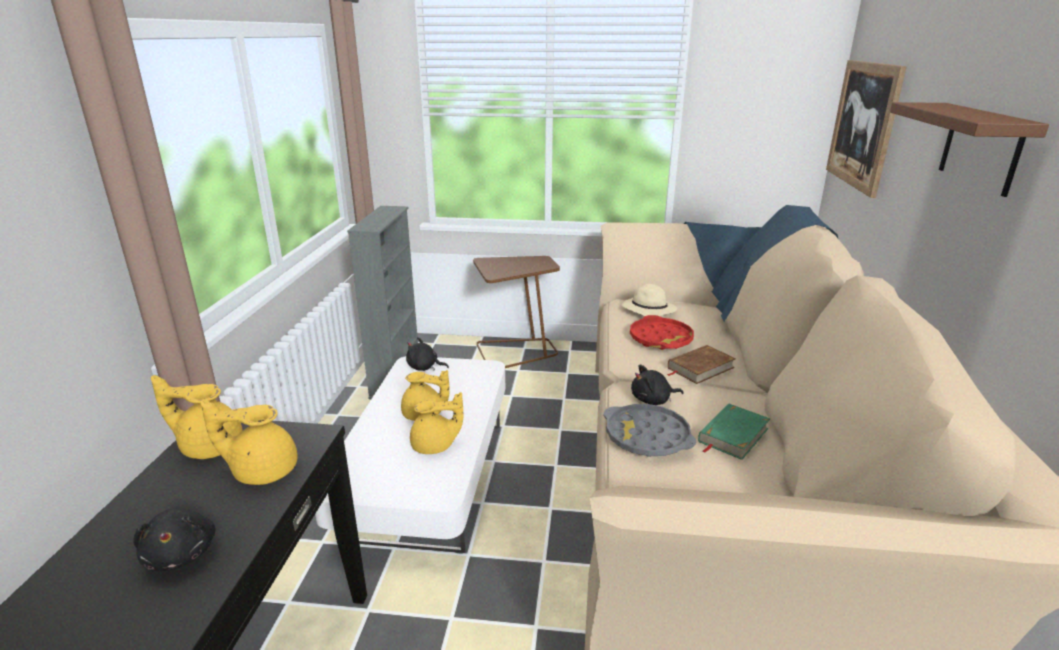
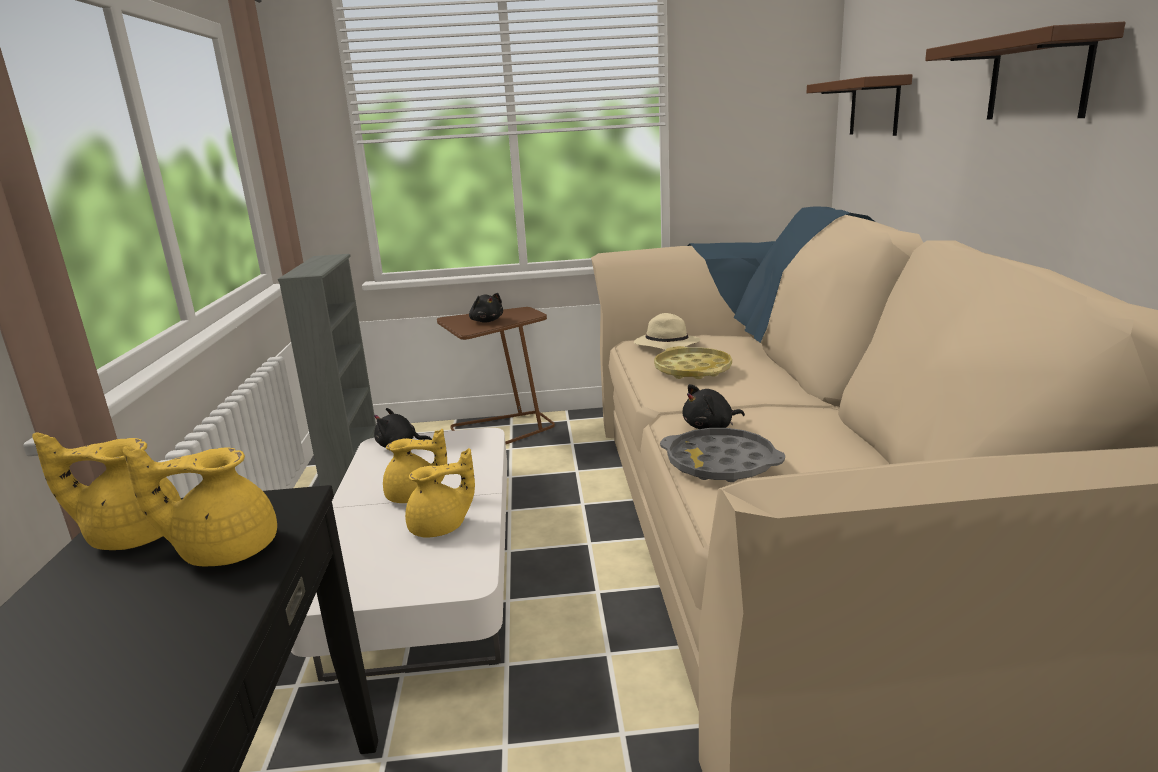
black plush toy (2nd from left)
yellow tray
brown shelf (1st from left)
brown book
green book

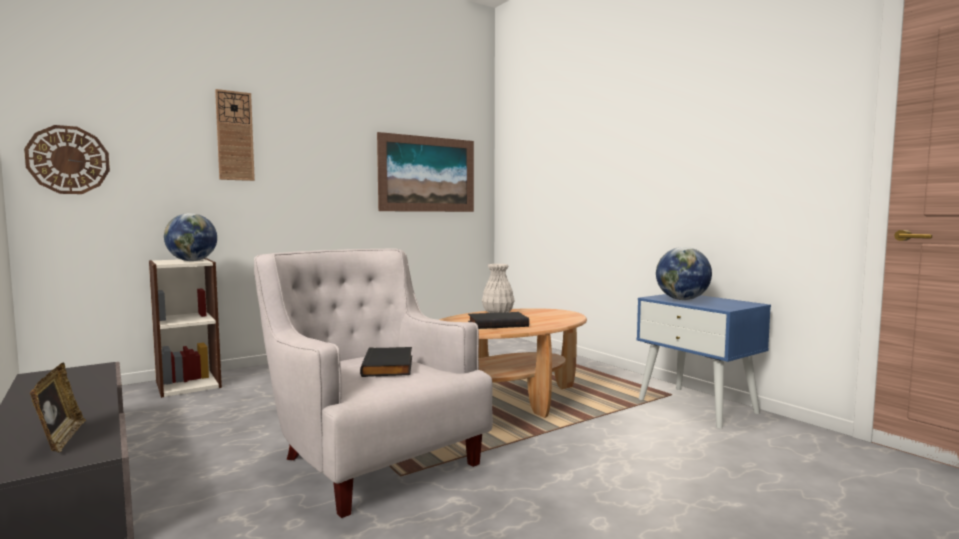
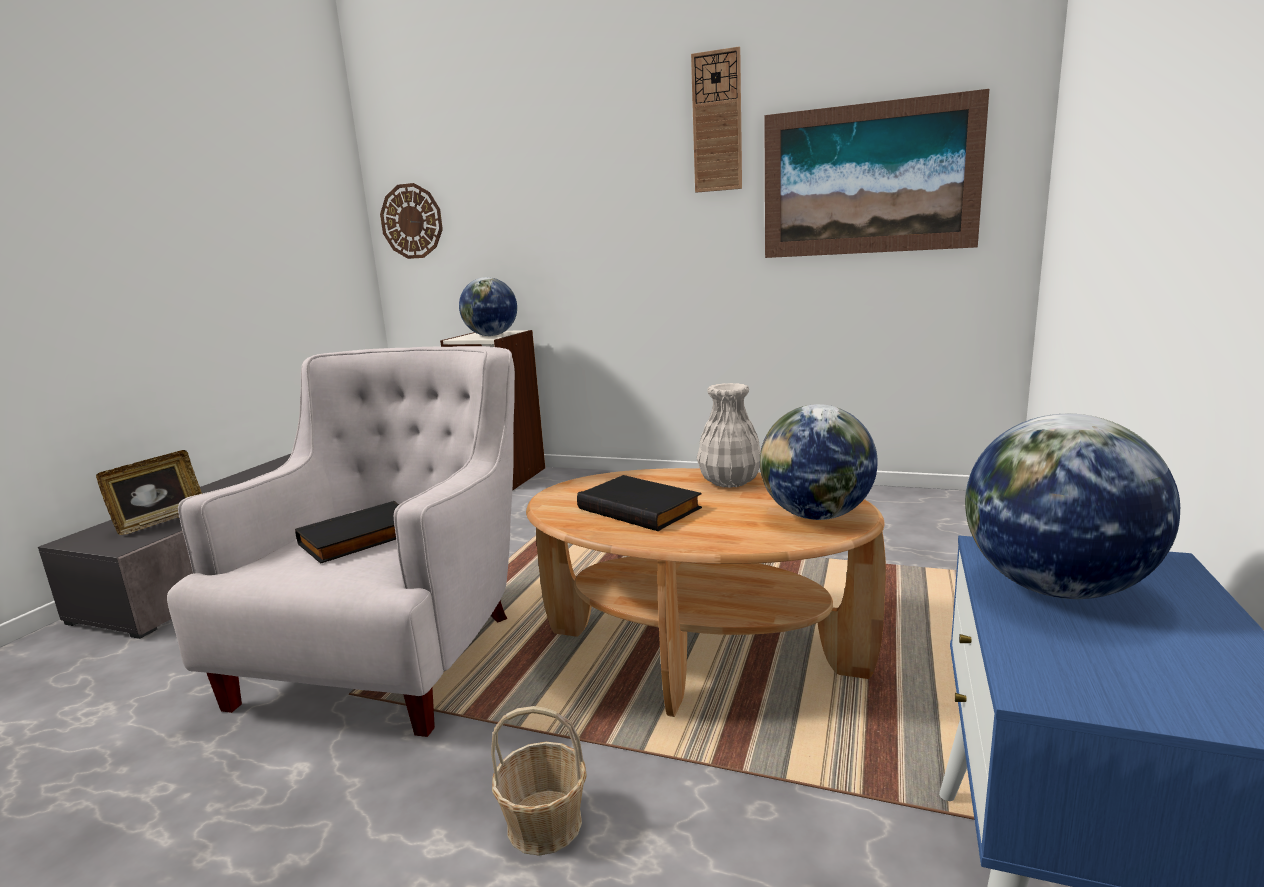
basket
wall clock (2nd from left)
globe (2nd from left)

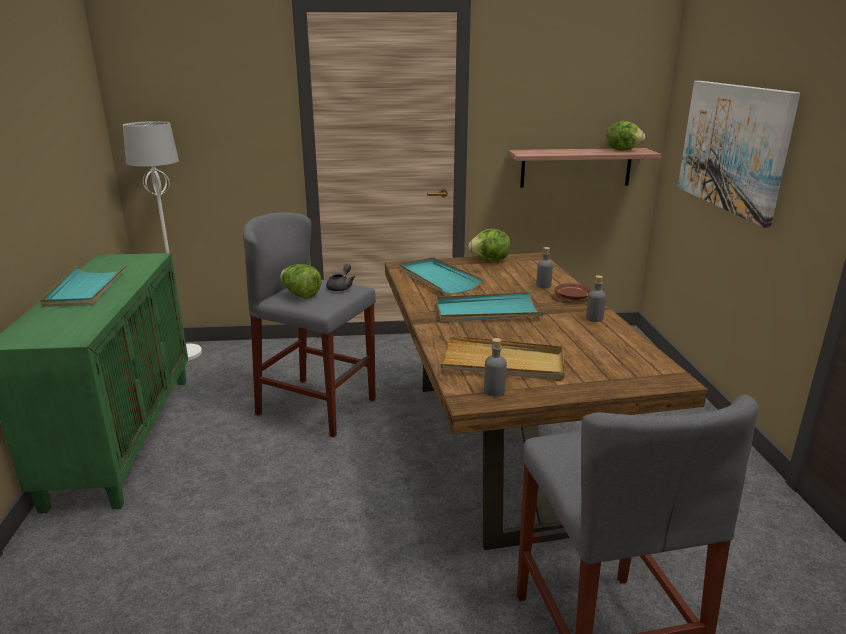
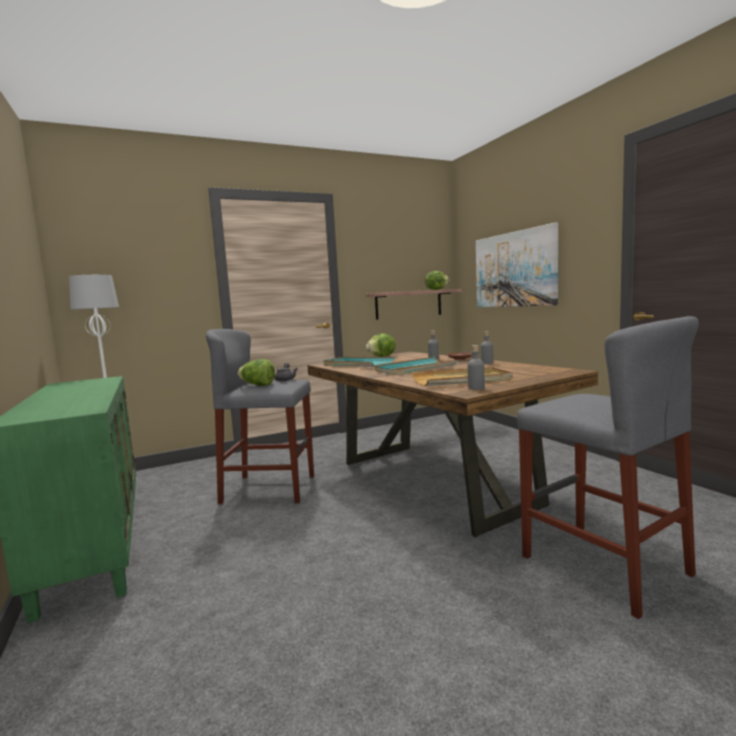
turquoise tray (1st from left in the first image)

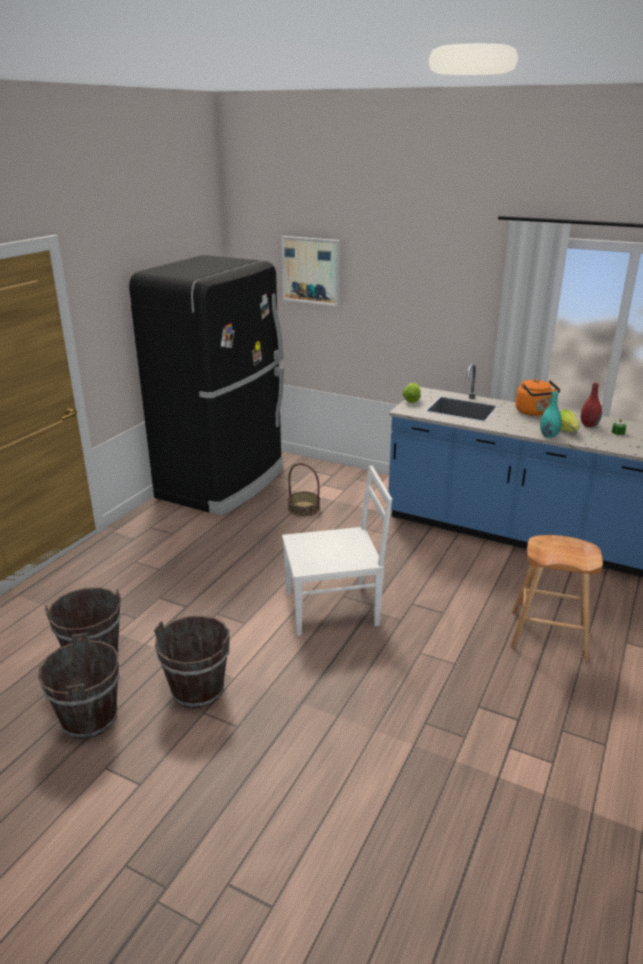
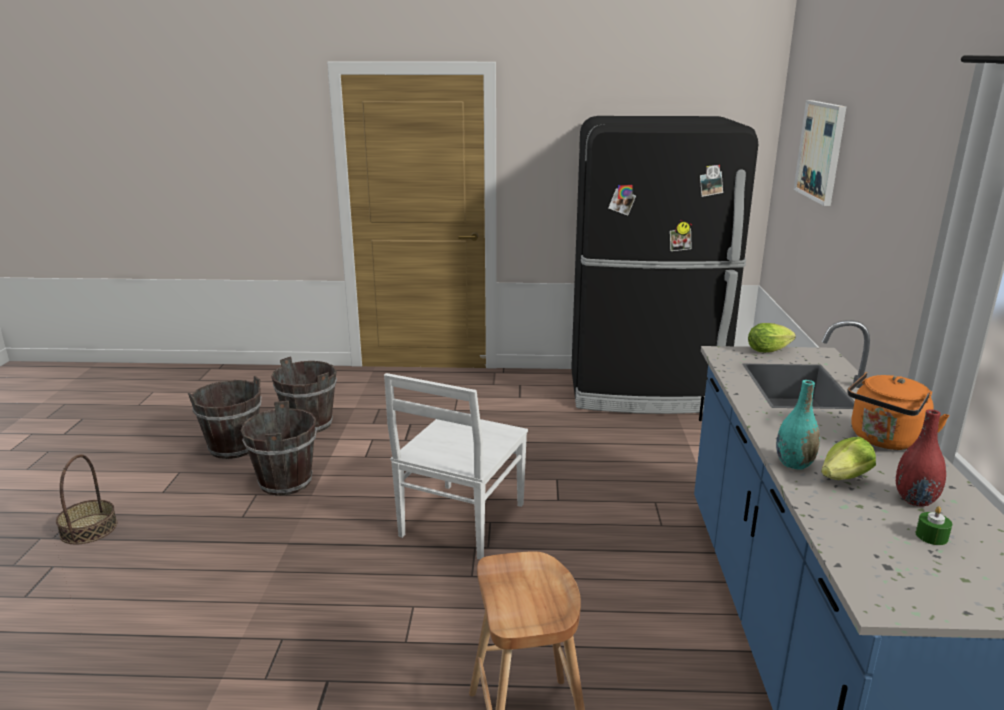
basket
white chair

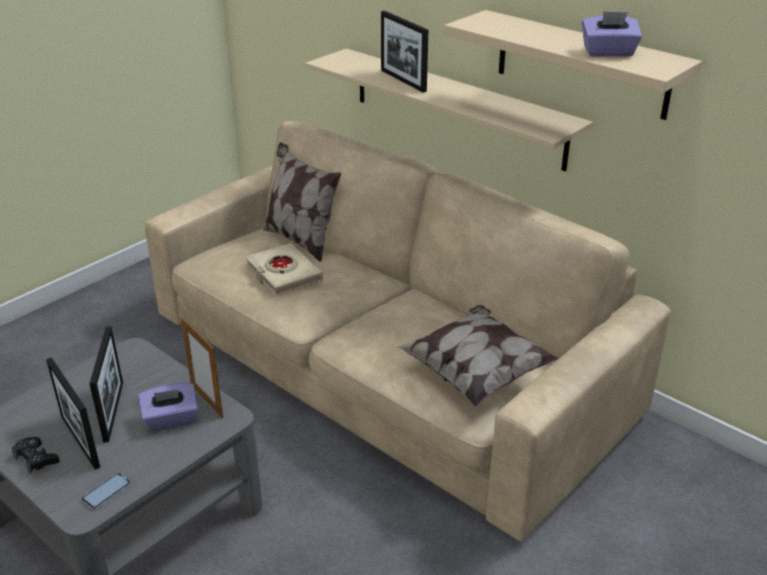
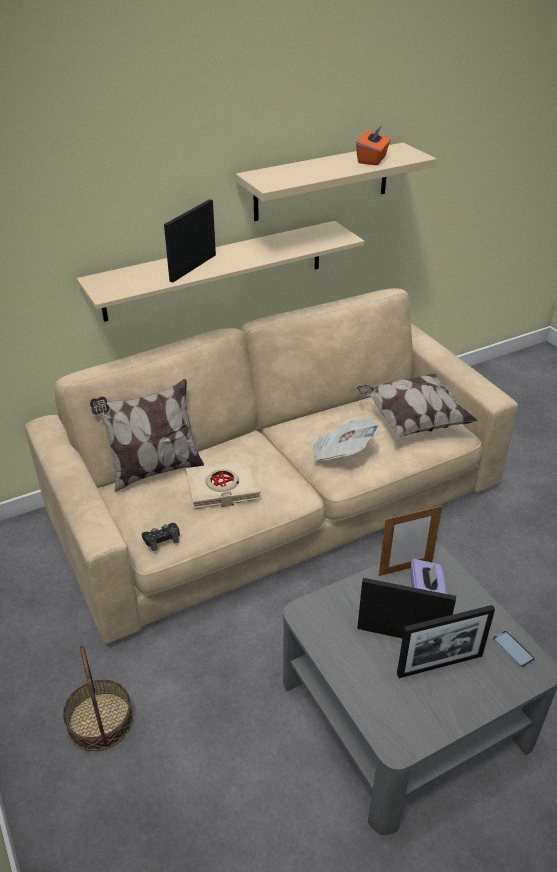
basket
black game controller
picture frame (1st from left)
newspaper
orange tissue box

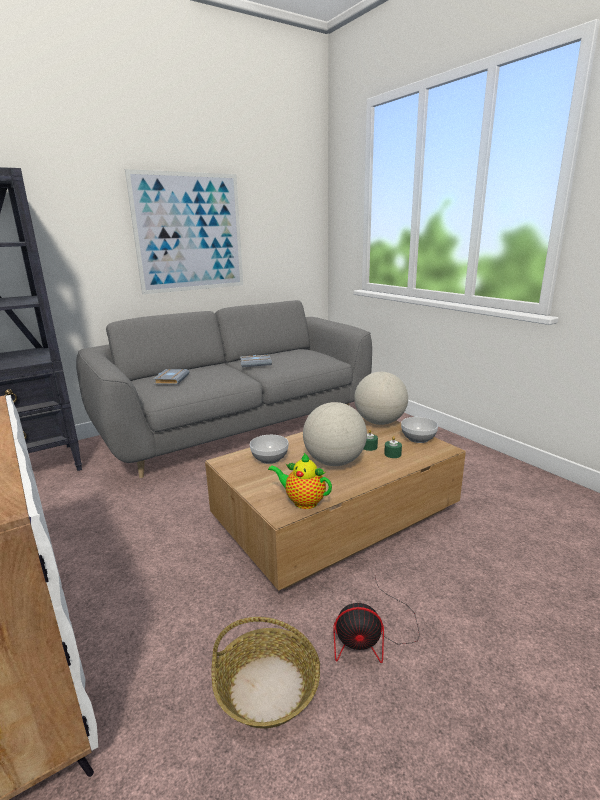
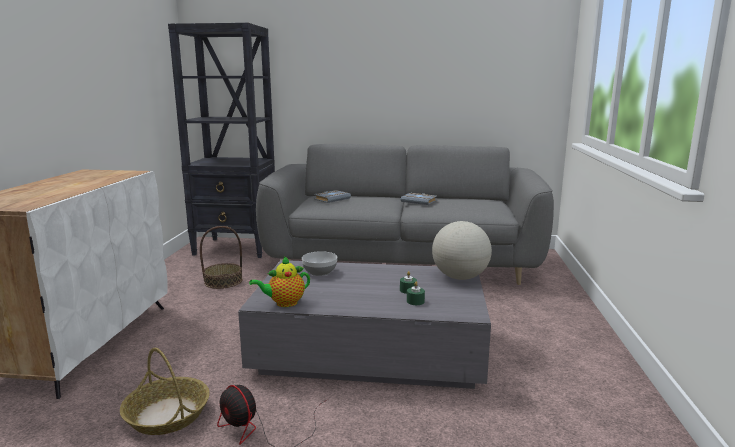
basket (2nd from left)
grey coffee table
teapot
picture
globe (1st from left in the first image)
bowl (2nd from left in the first image)

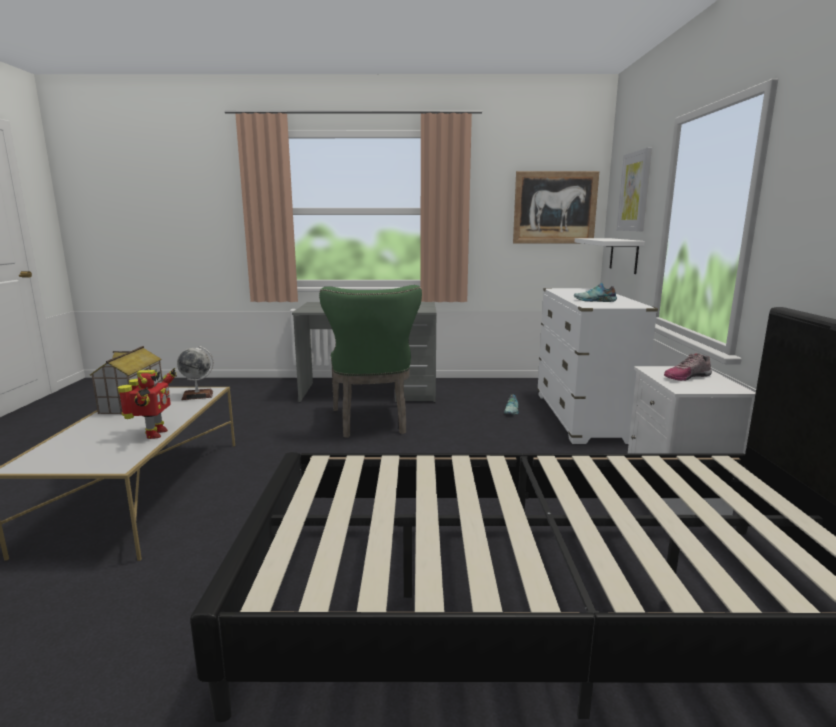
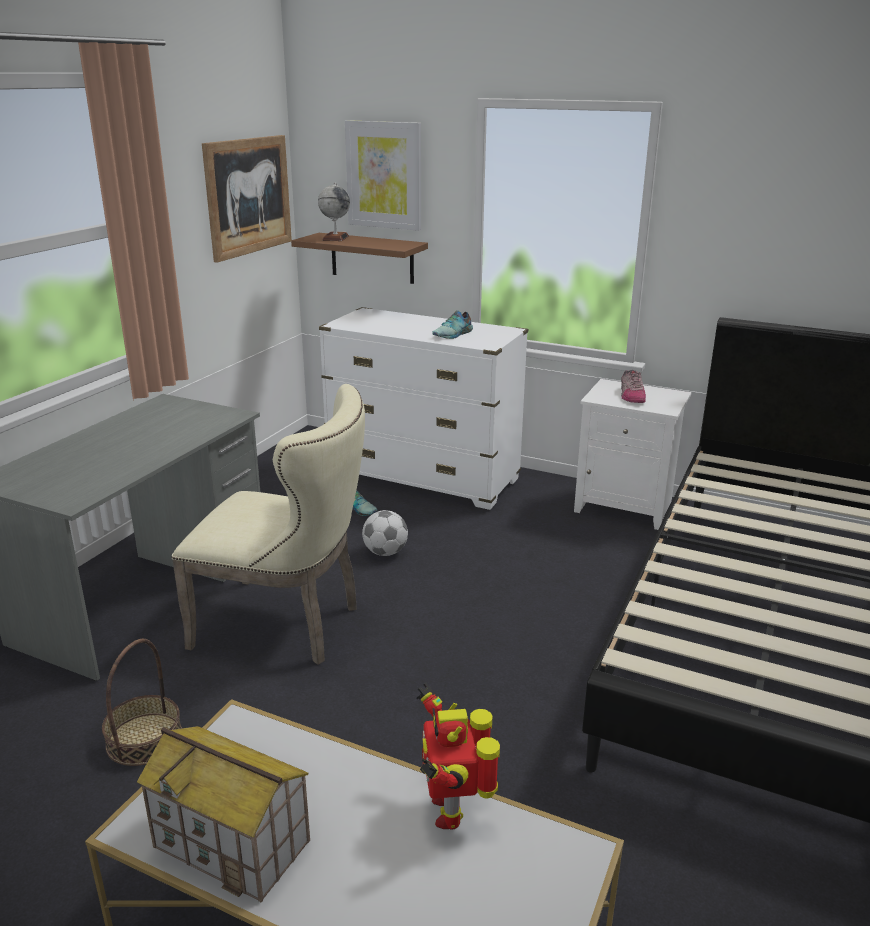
basket
beige chair
brown shelf
globe
football
toy robot

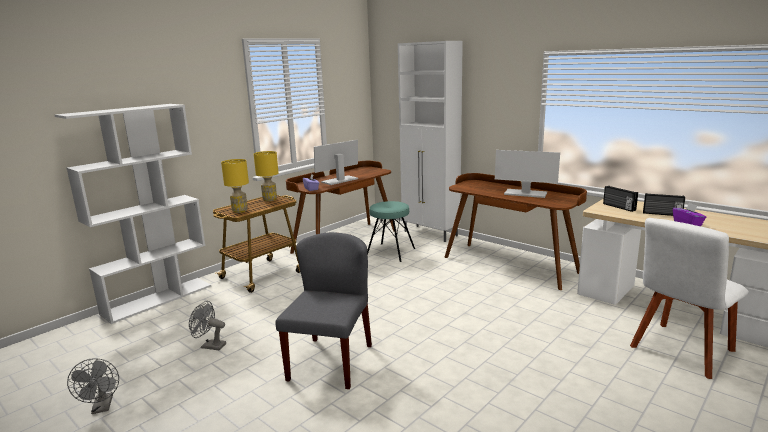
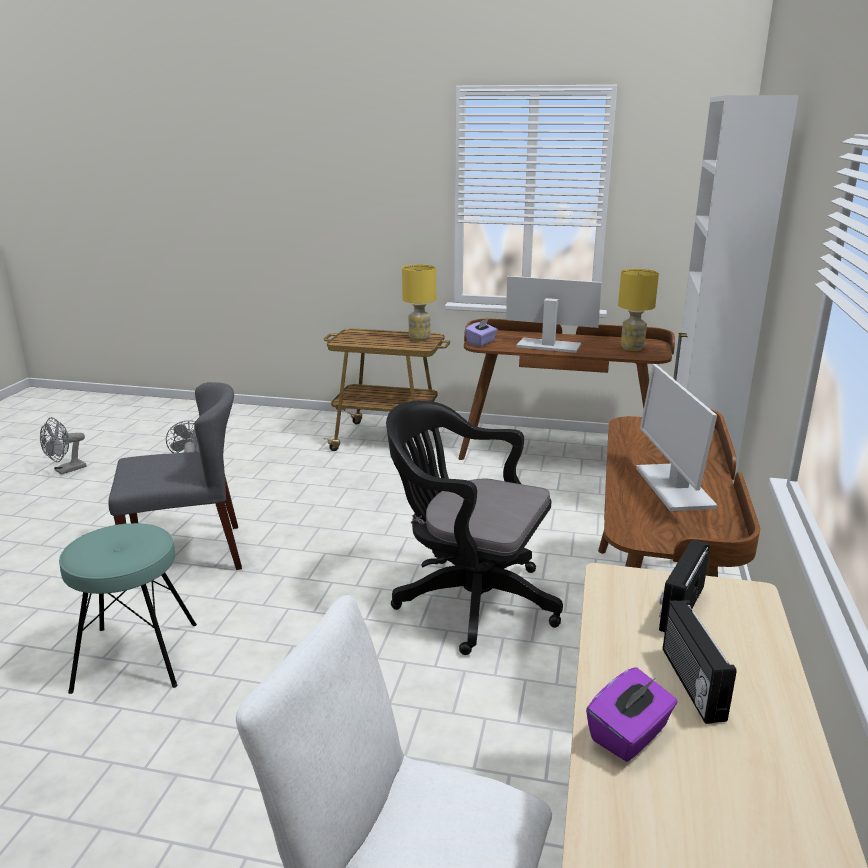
turquoise stool
black office chair
yellow table lamp (2nd from left)
white bookcase

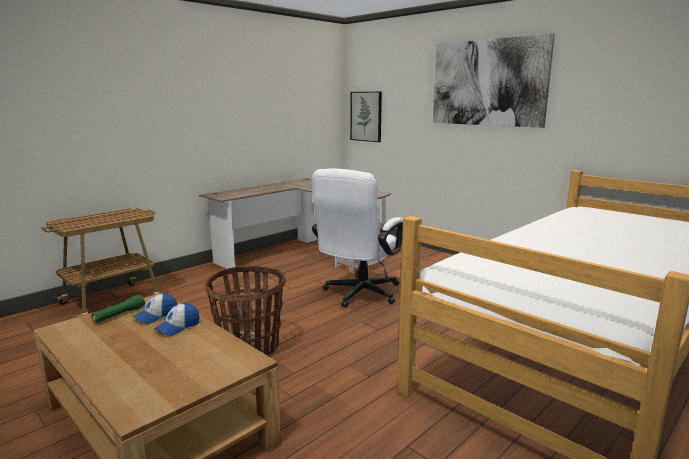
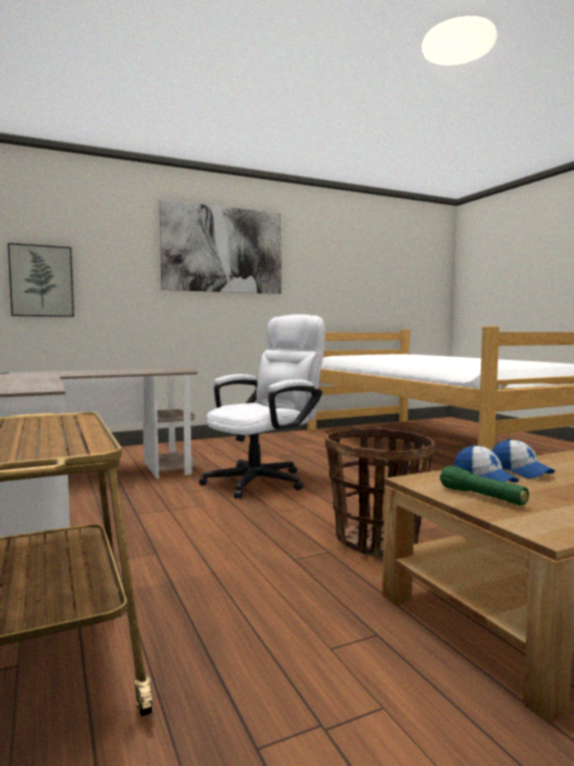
white office chair

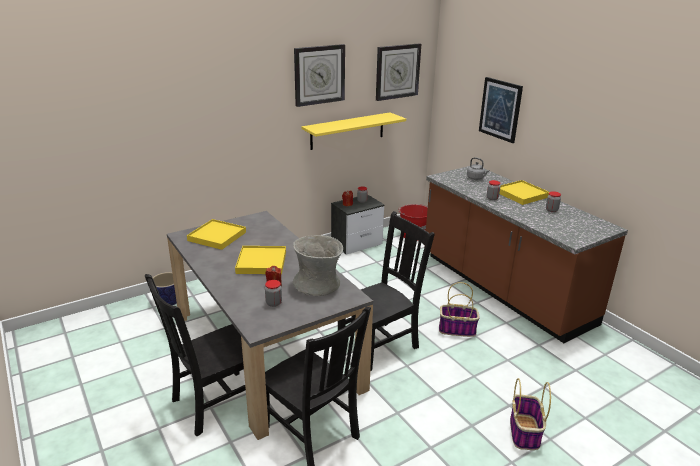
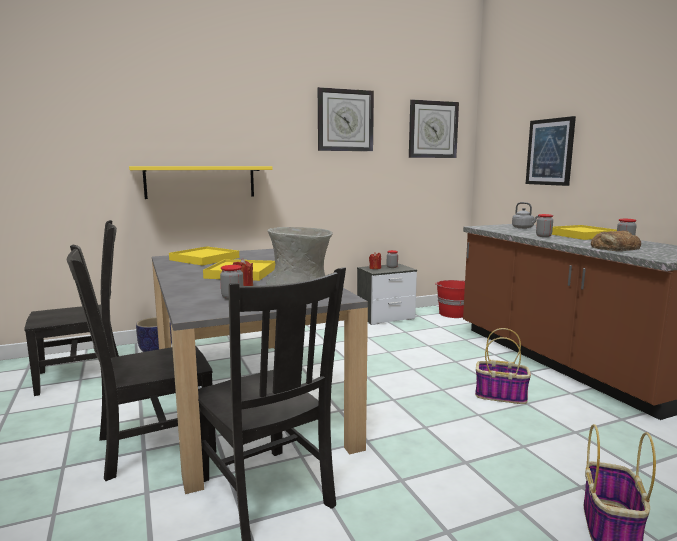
black chair (1st from left)
yellow shelf
bread

